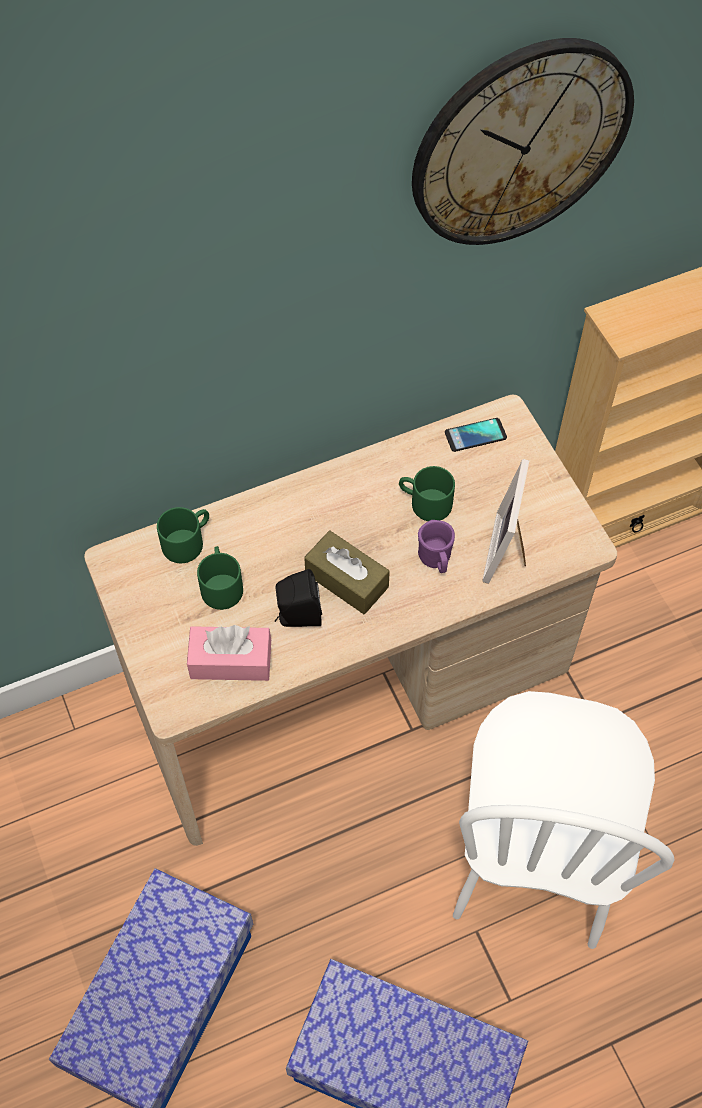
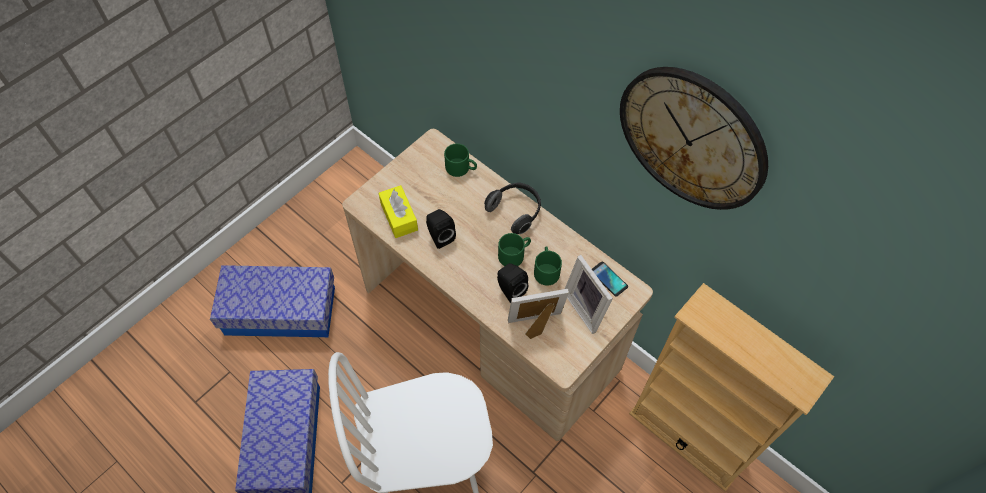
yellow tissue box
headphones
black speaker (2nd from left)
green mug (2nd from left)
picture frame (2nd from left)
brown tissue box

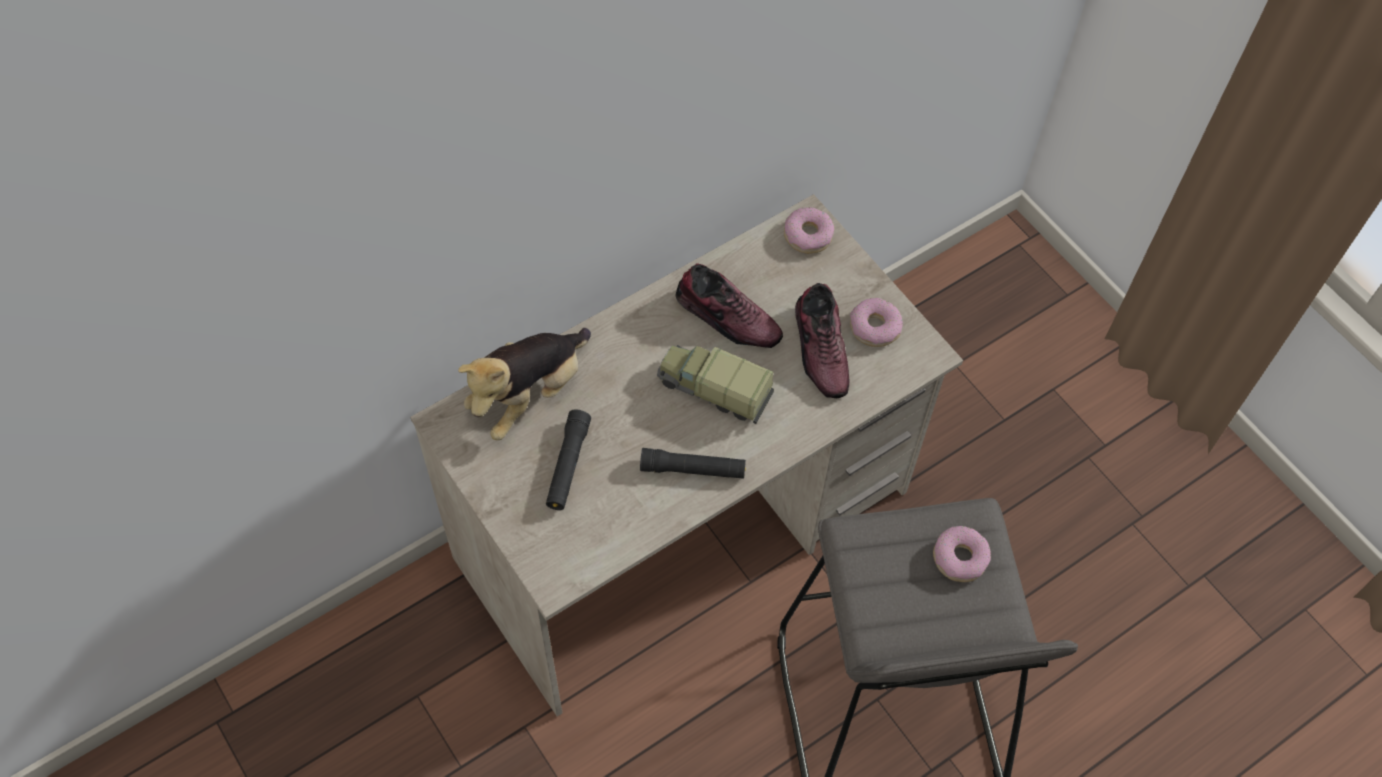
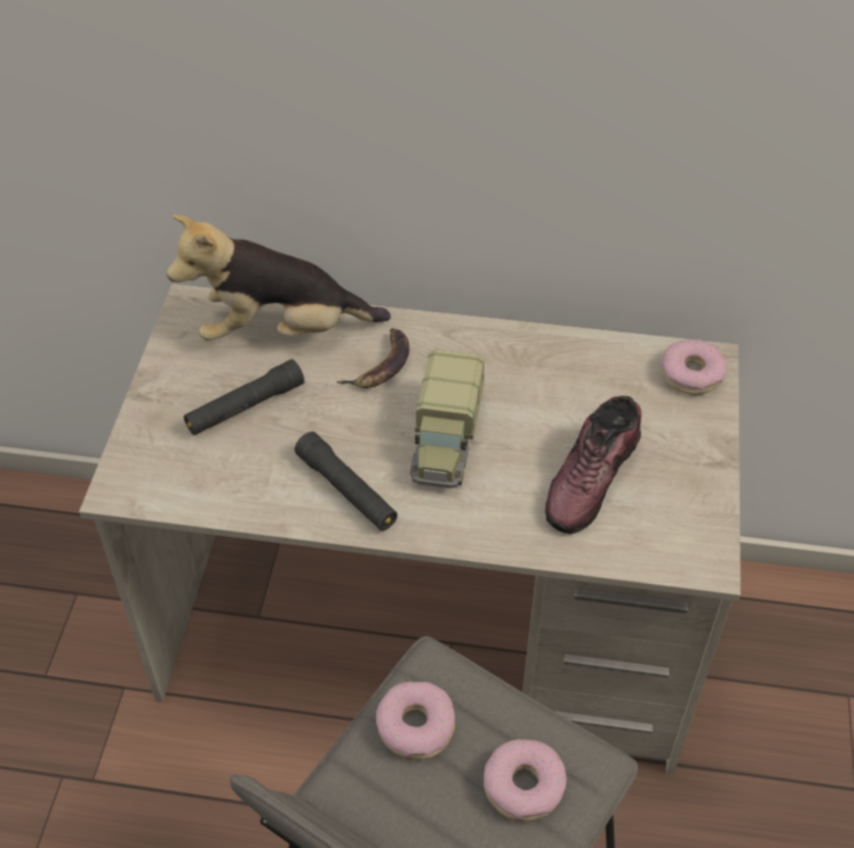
banana
donut (1st from left)
toy truck
shoe (1st from left in the first image)

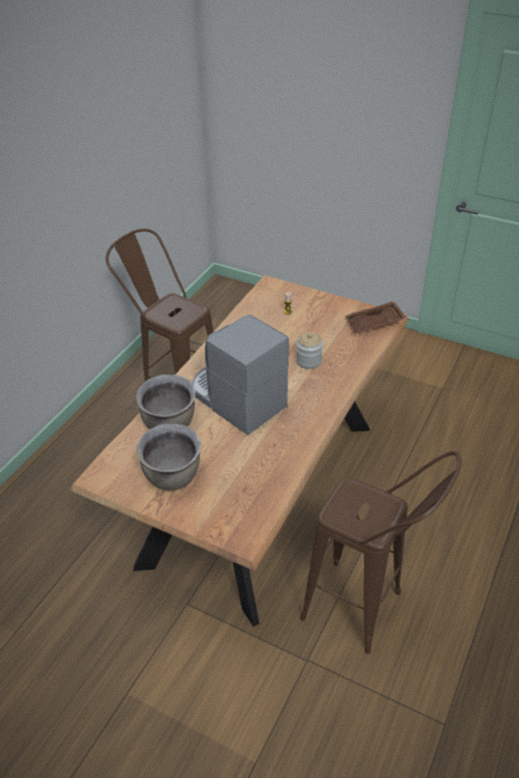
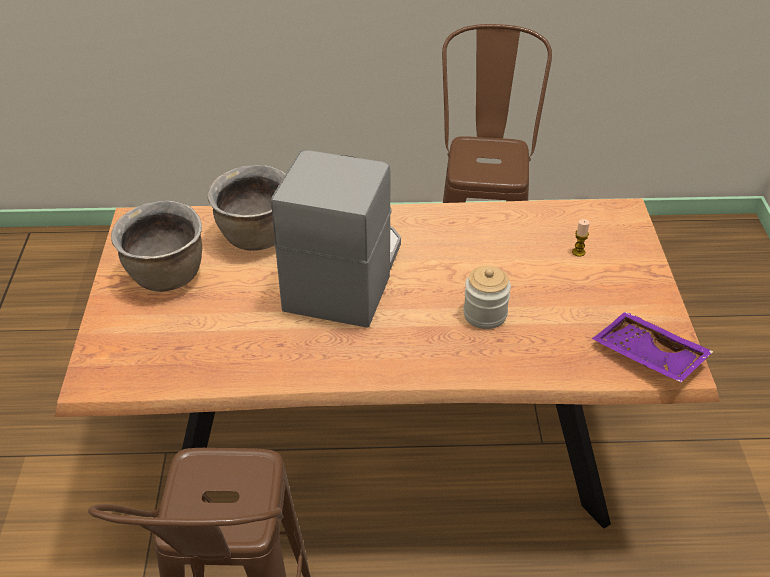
purple tray

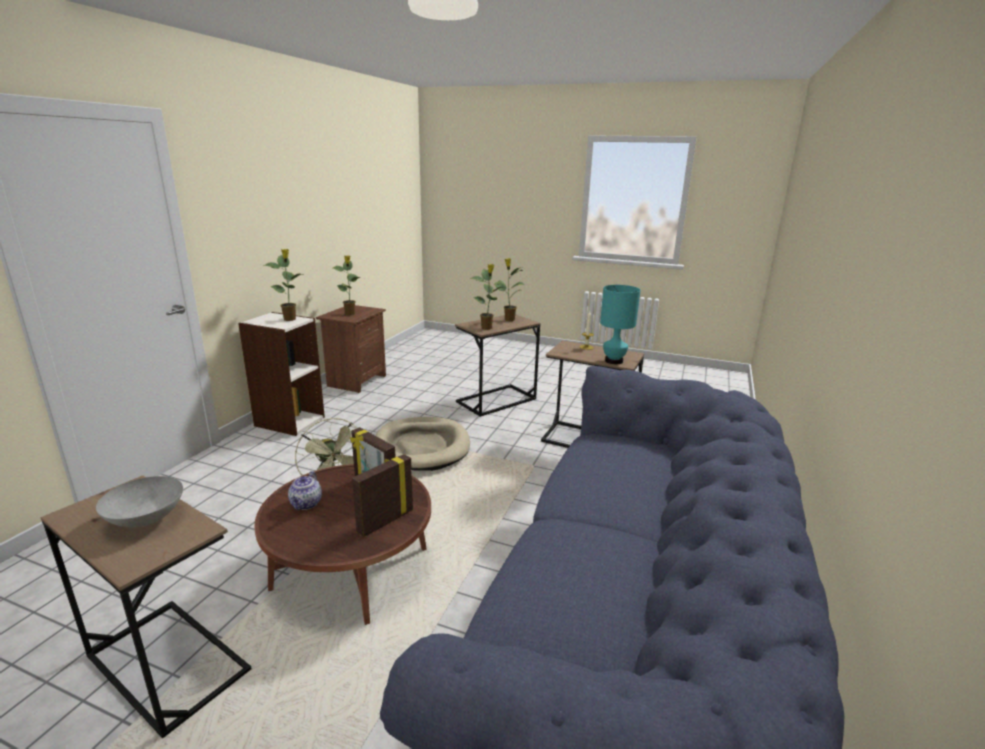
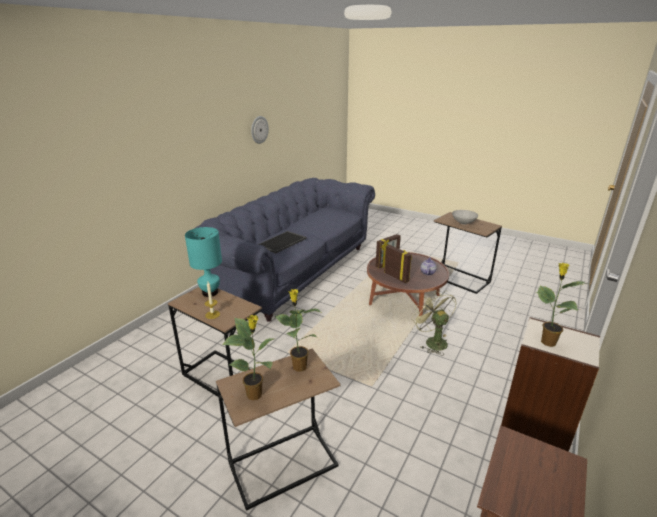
wall clock
tray
potted plant (2nd from left in the first image)
beige dog bed

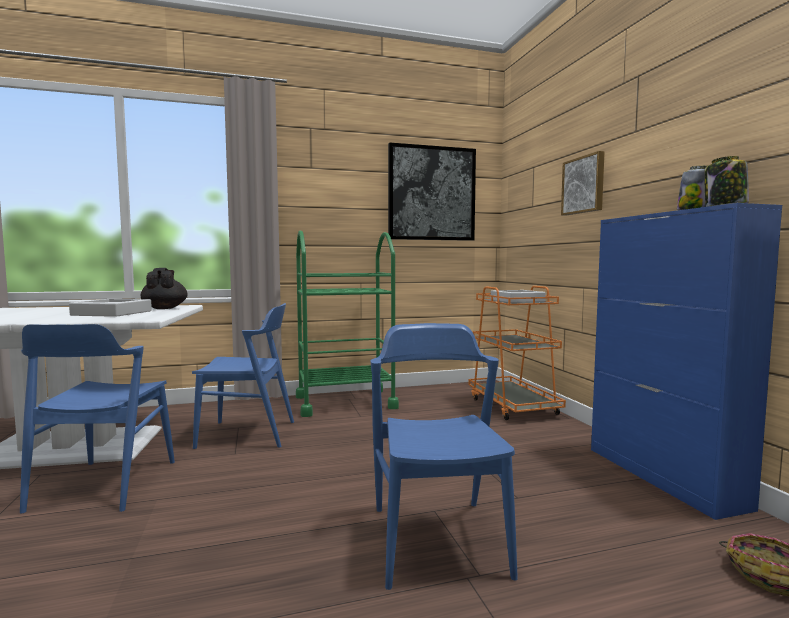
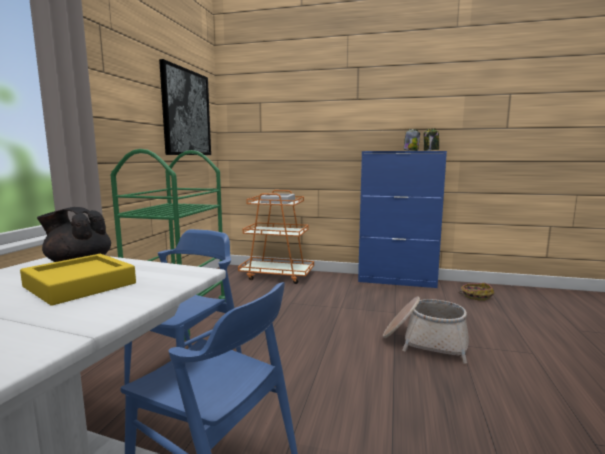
yellow tray
basket (1st from left)
picture (2nd from left in the first image)

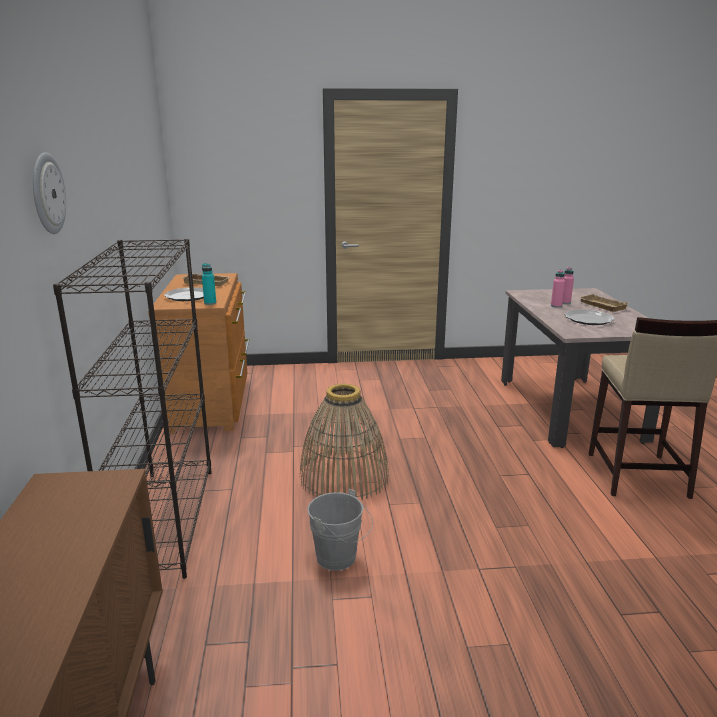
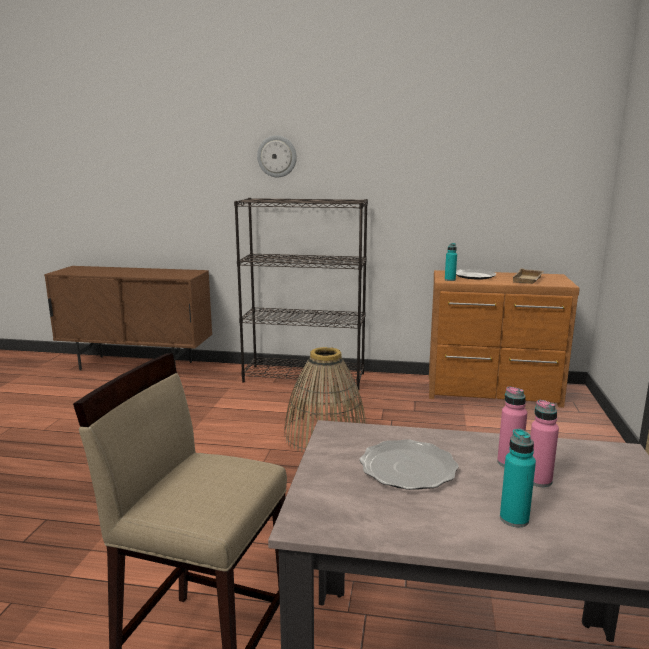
turquoise bottle (2nd from left)
grey bucket

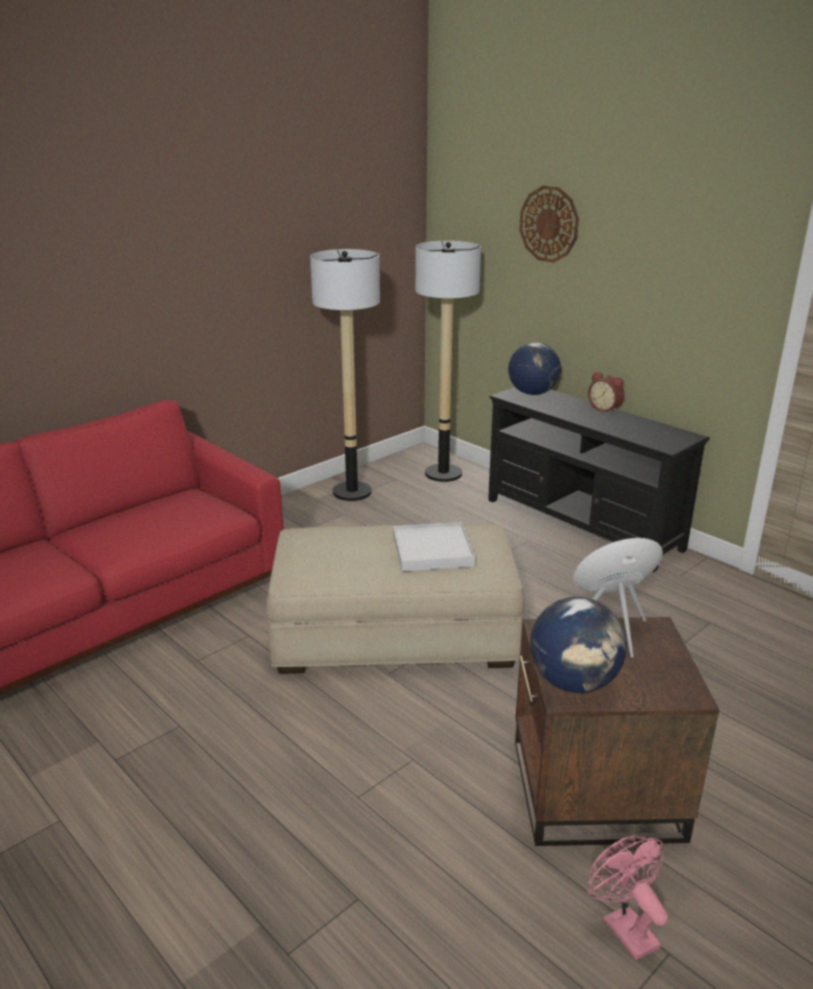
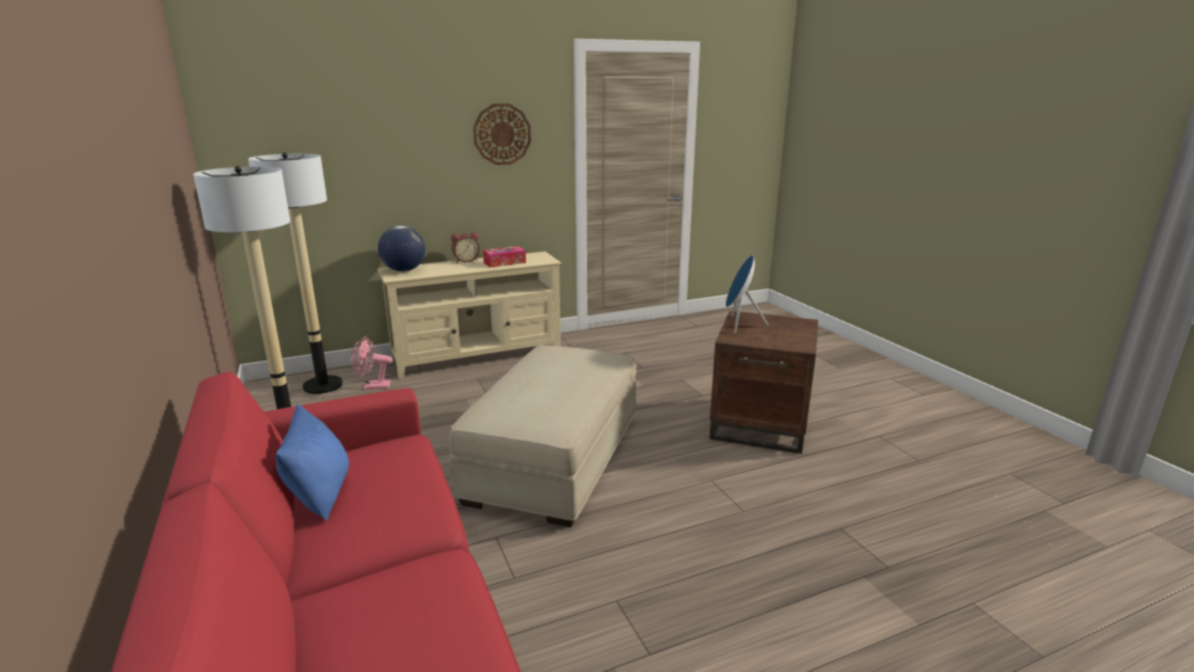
blue pillow
pink fan
beige tv stand
wall clock
tissue box
white tray
globe (2nd from left in the first image)

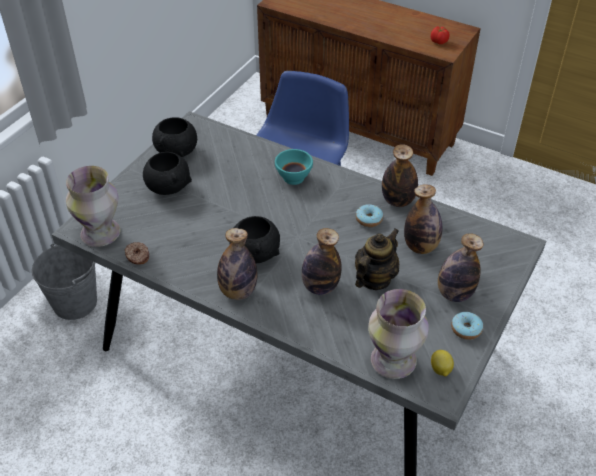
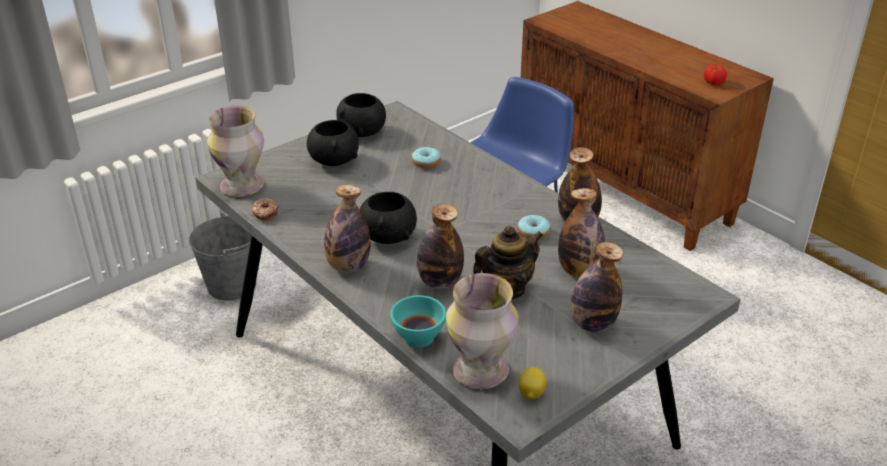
turquoise bowl
donut (2nd from left)

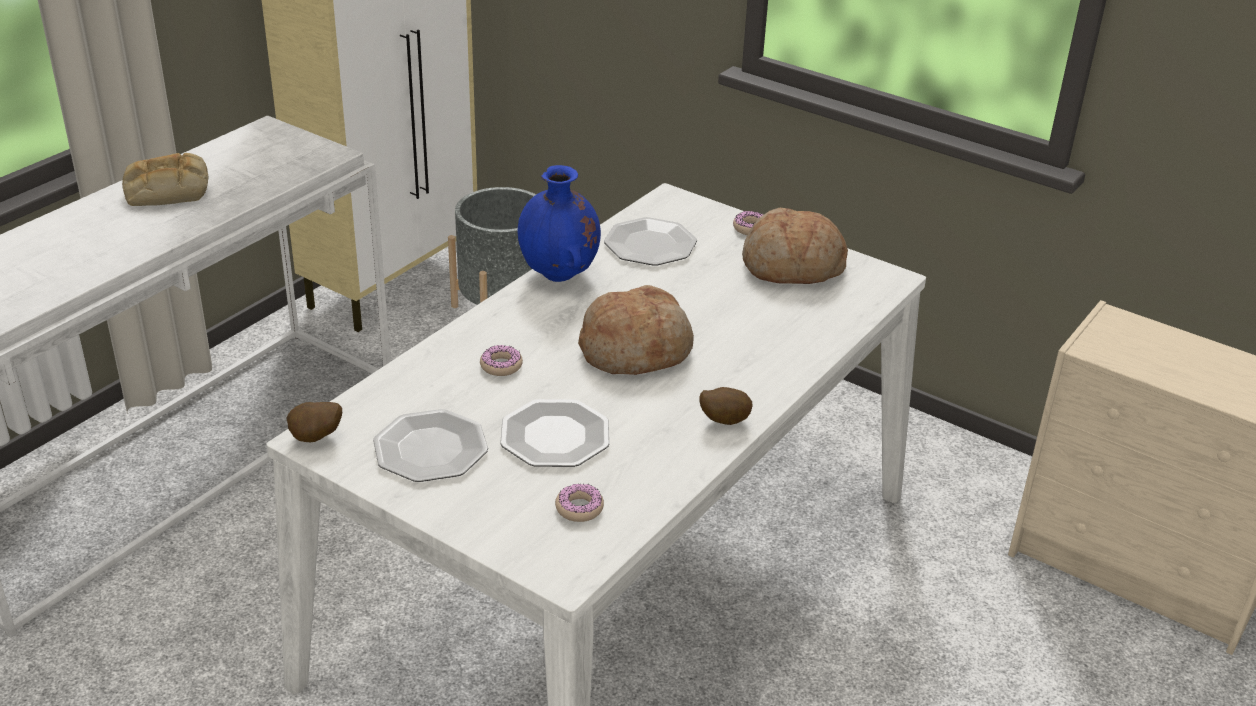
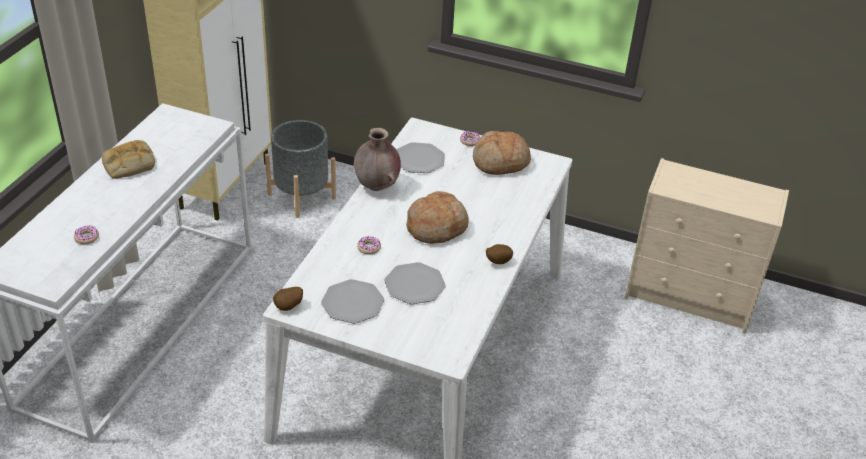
donut (1st from left)
brown vase

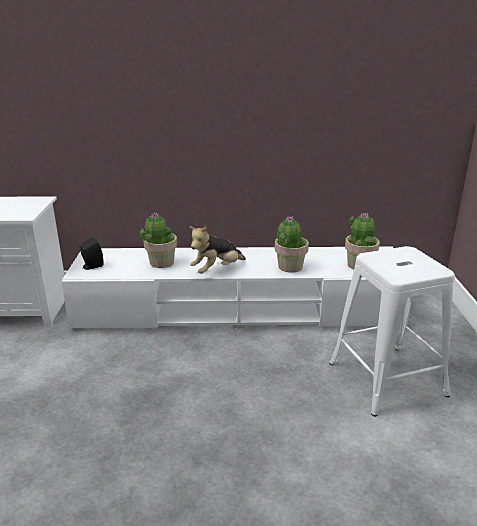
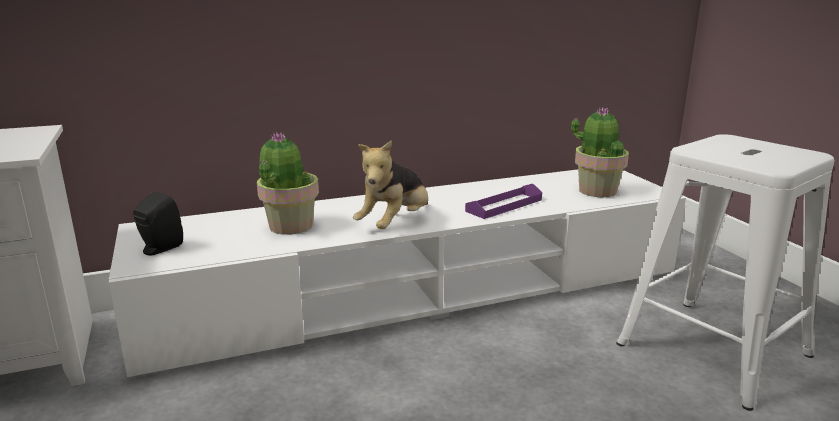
purple tray

